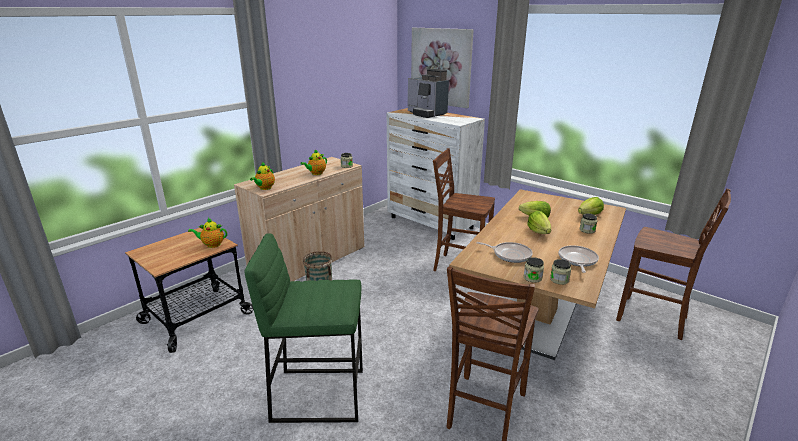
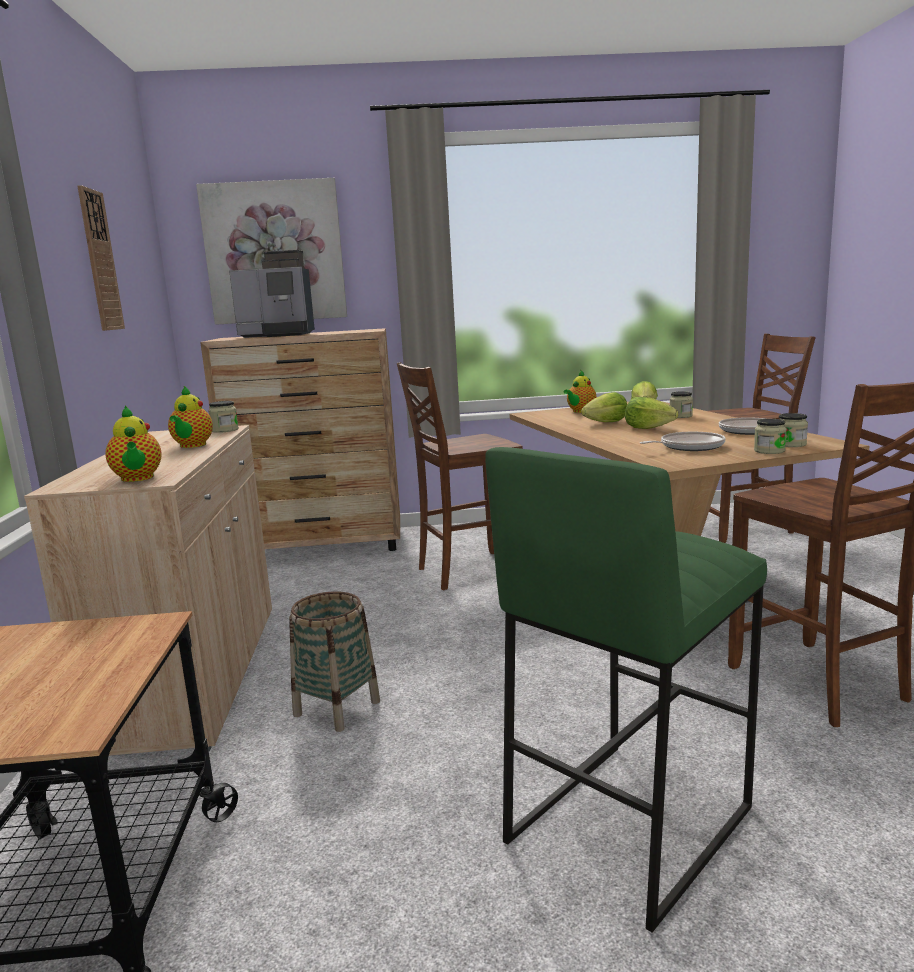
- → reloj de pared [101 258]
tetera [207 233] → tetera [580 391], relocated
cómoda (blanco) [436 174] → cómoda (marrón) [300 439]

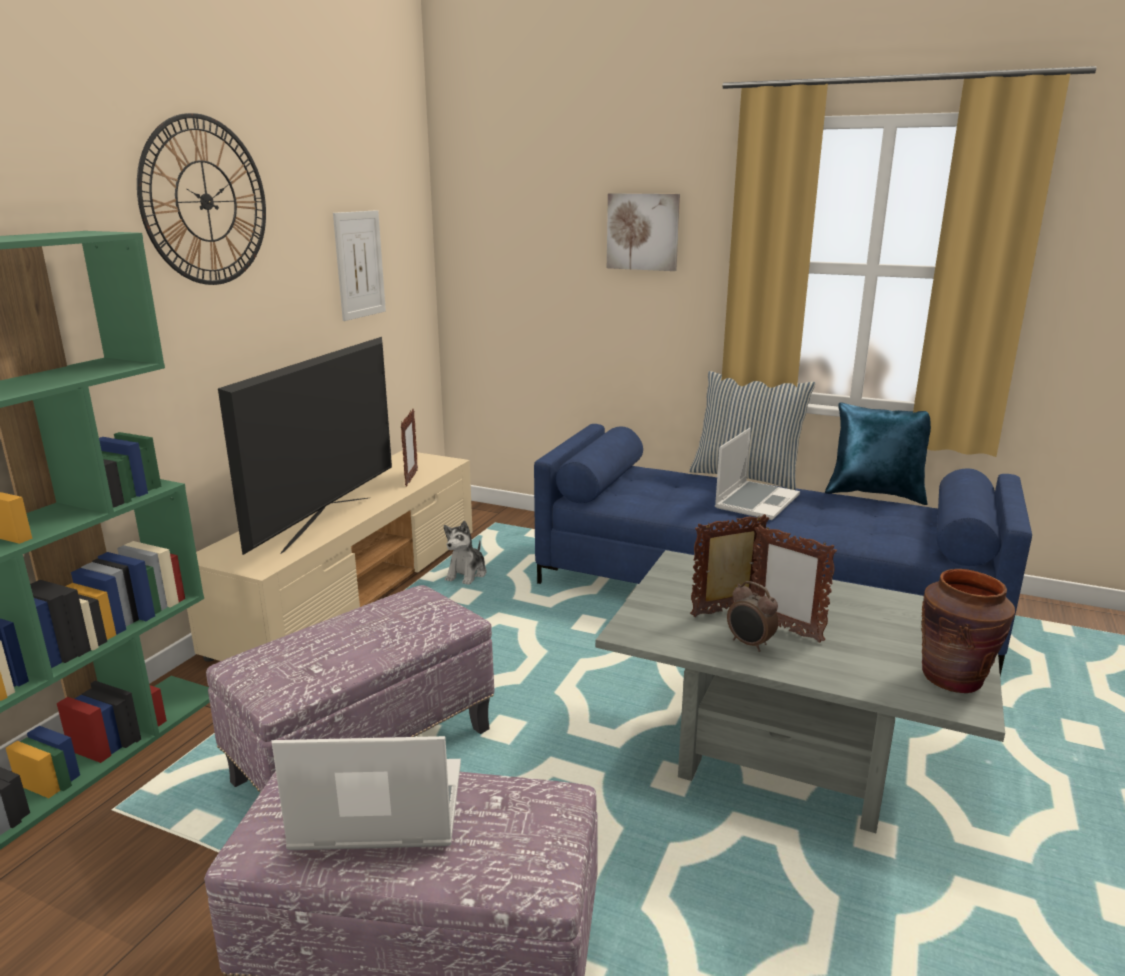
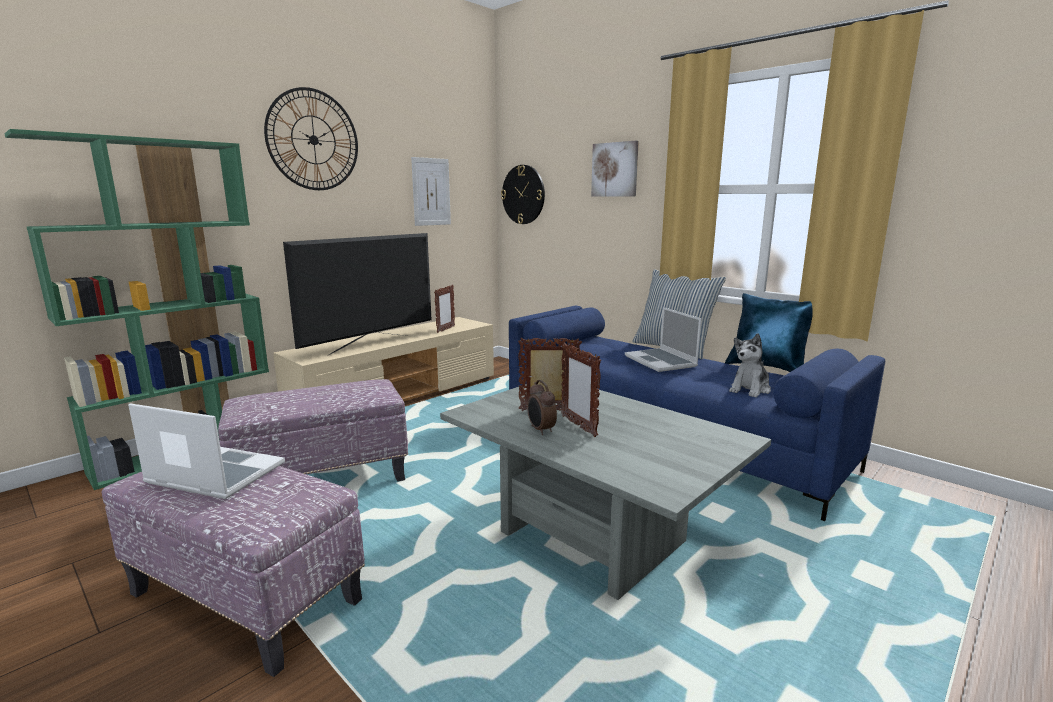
florero (marrón) [968 631] → -
- → reloj de pared [523 194]
peluche [465 553] → peluche [750 365], relocated
portátil [757 474] → portátil [663 339], 105 degrees clockwise

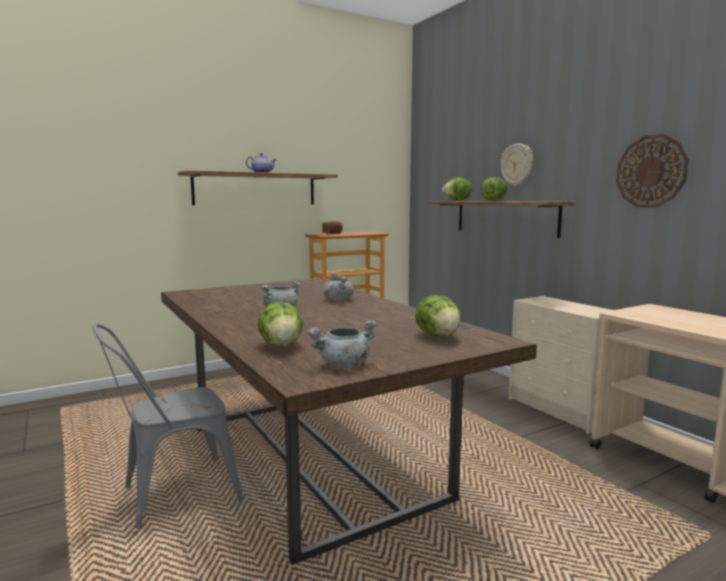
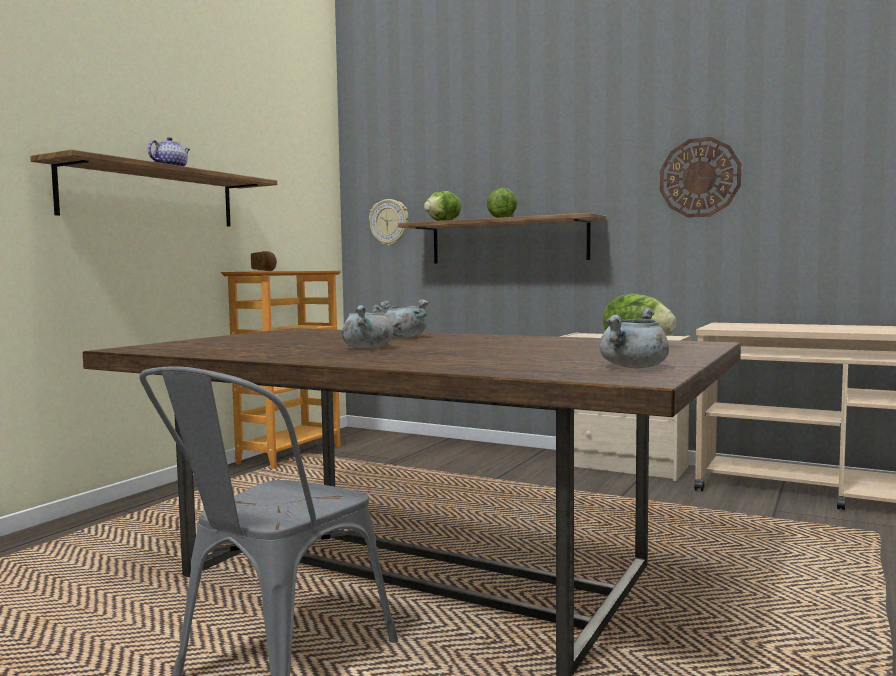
lechuga [280 324] → -
reloj de pared [516 165] → reloj de pared [388 222], relocated

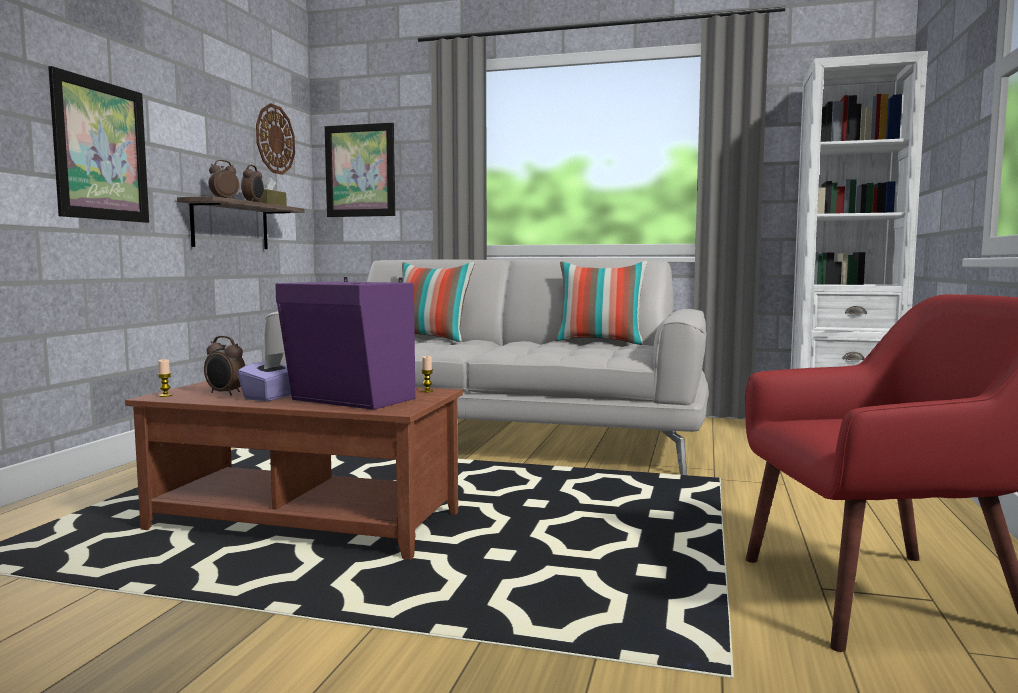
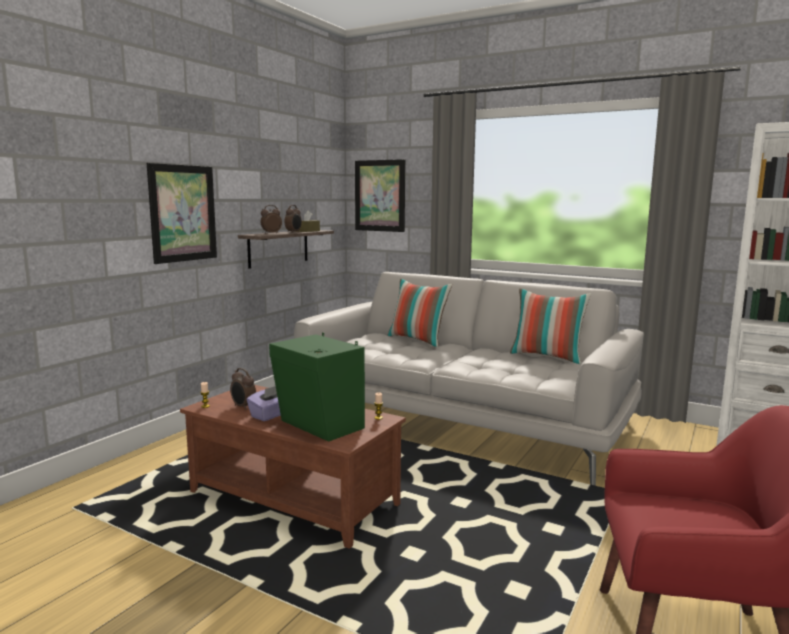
reloj de pared [275 139] → -
altavoz (morado) [345 343] → altavoz (verde) [317 387]

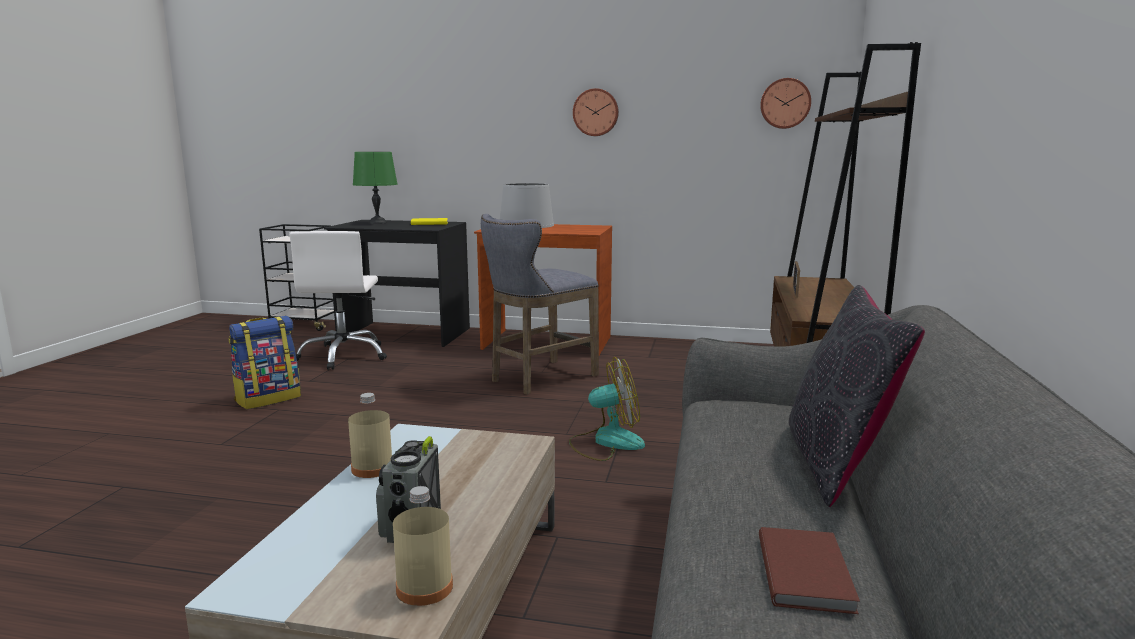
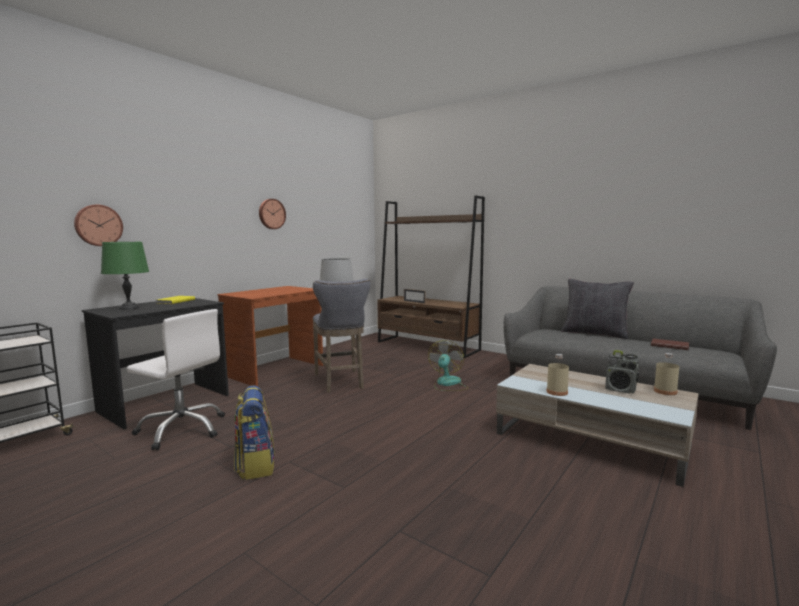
reloj de pared [785 103] → reloj de pared [98 225], relocated

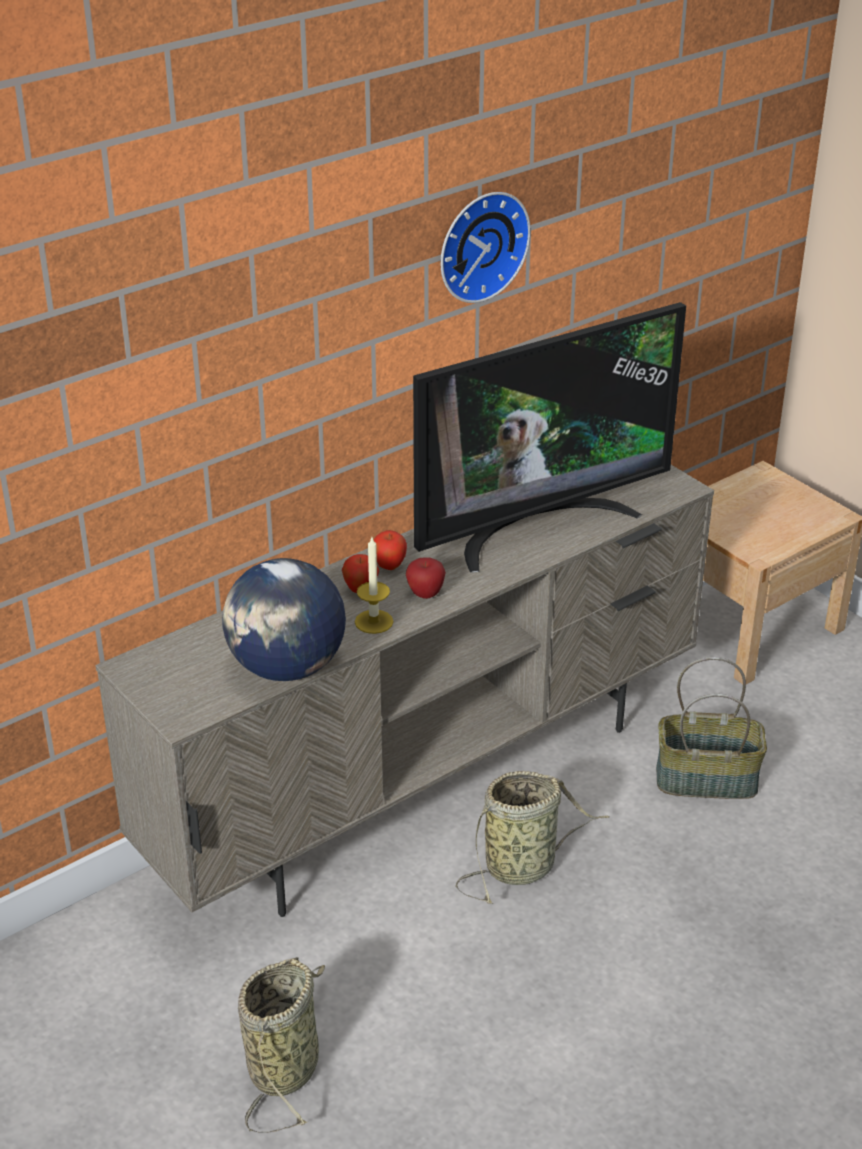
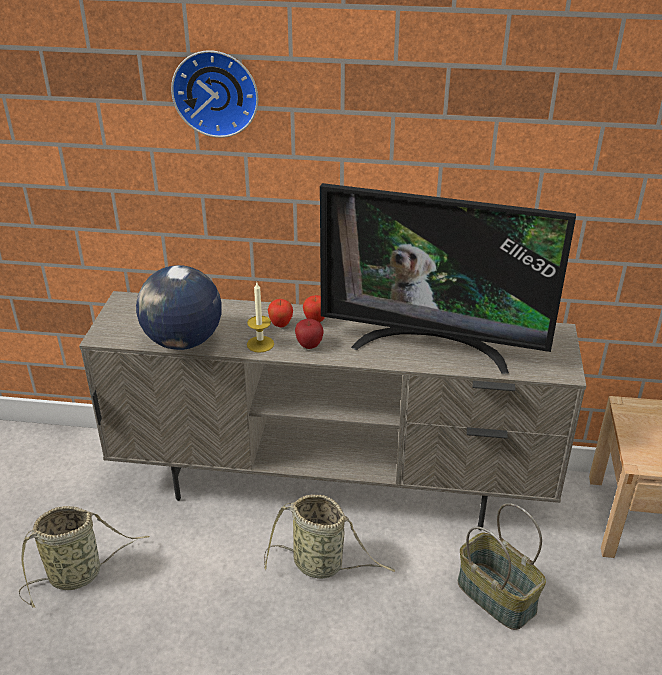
reloj de pared [485 247] → reloj de pared [214 94], relocated

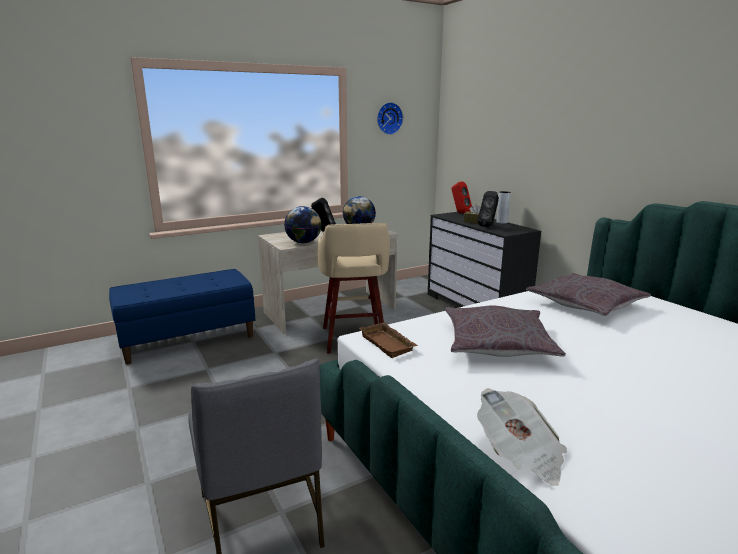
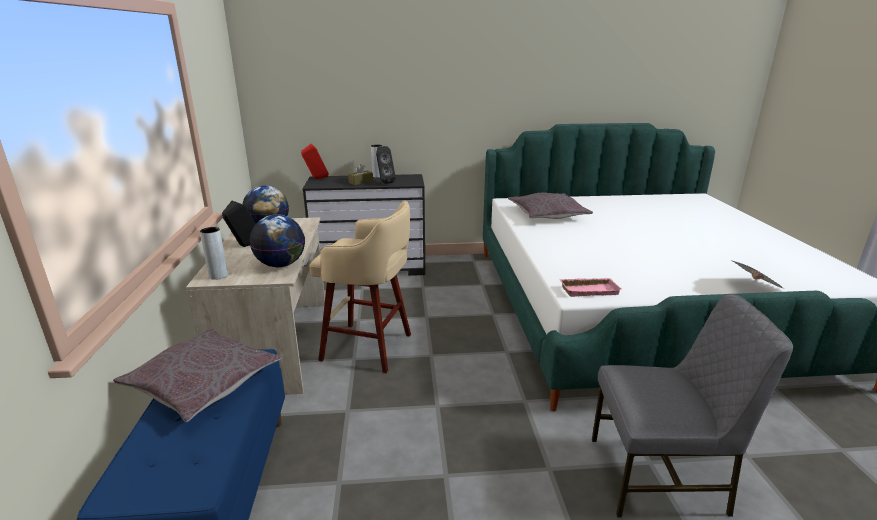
reloj de pared [390 118] → -
- → florero (gris) [214 253]
cojín (gris) [505 331] → cojín (gris) [197 375], relocated
bandeja (marrón) [388 340] → bandeja (rosa) [590 287]

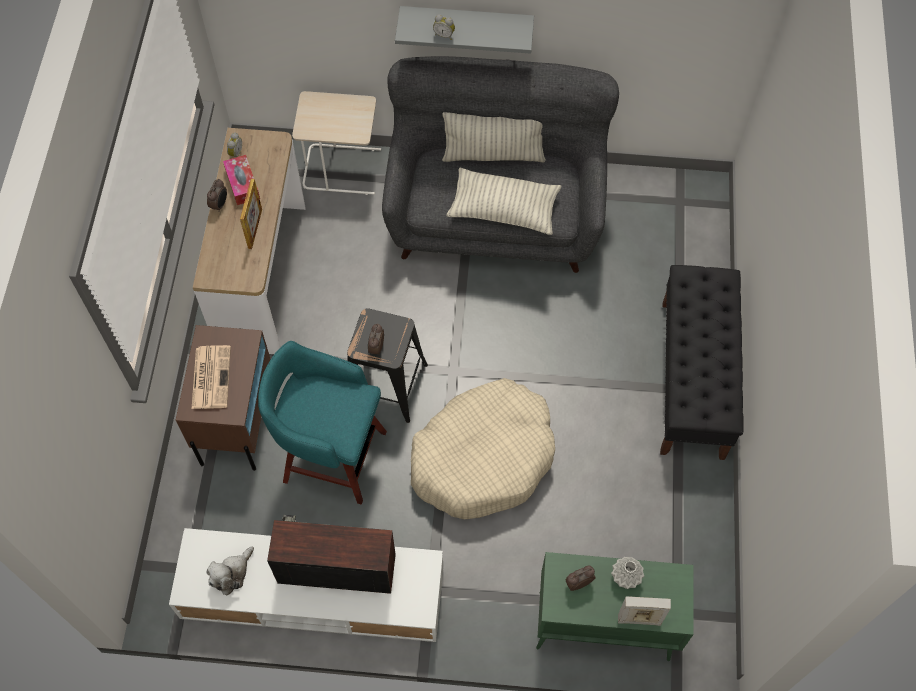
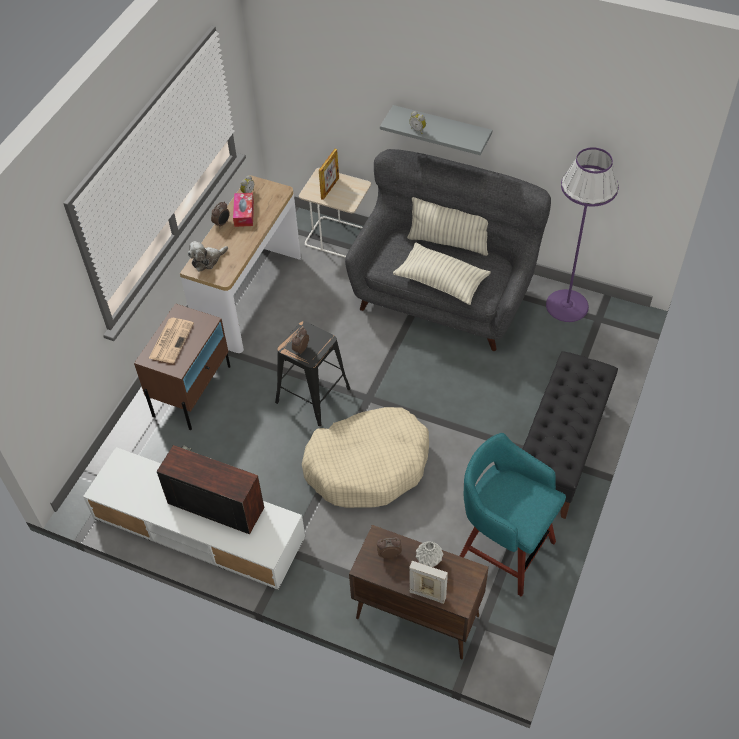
- → lámpara de pie (morado) [582 234]
peluche [230 571] → peluche [208 256], relocated
portarretratos [251 214] → portarretratos [329 174], relocated
taburete (turquesa) [322 422] → taburete (turquesa) [513 515], relocated
armario (verde) [615 606] → armario (marrón) [419 592]

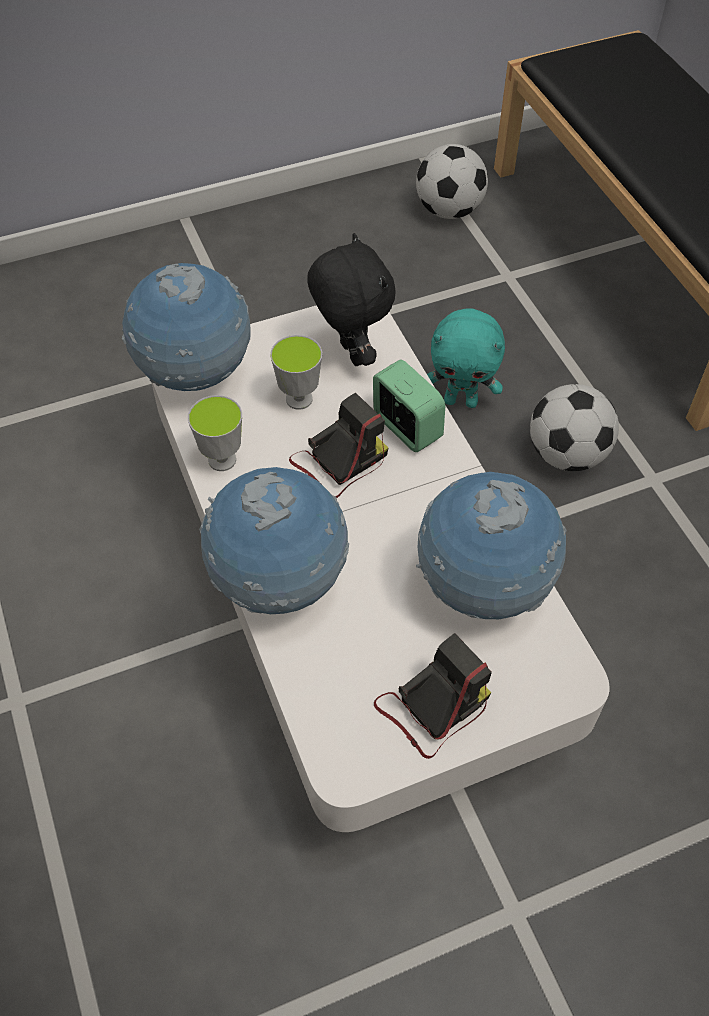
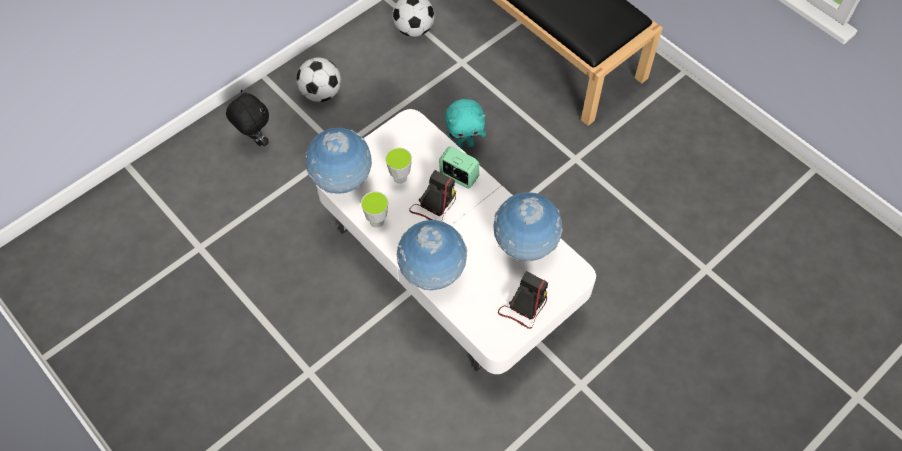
peluche (negro) [351 299] → peluche (negro) [247 118], relocated
balón de fútbol [574 427] → balón de fútbol [319 79], relocated

